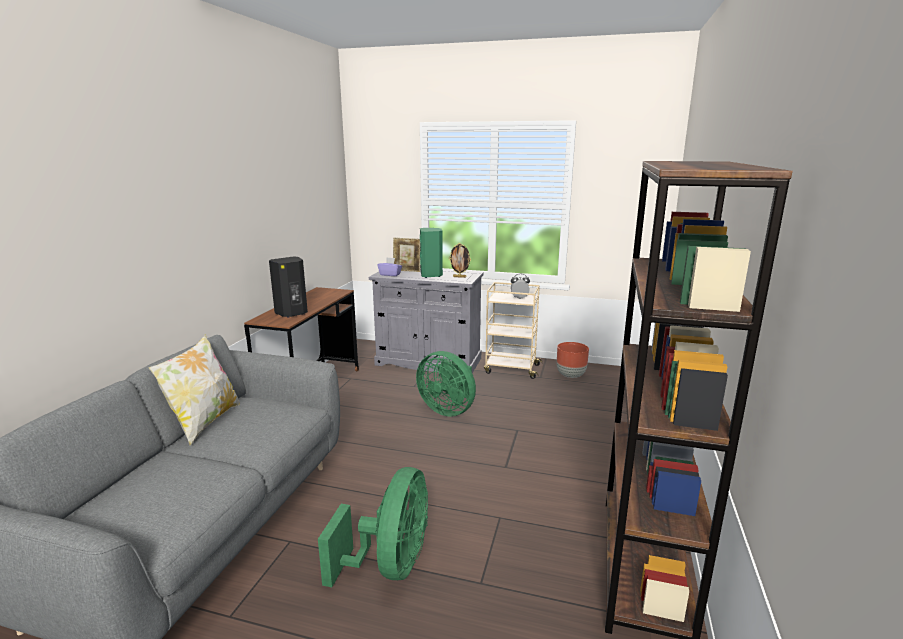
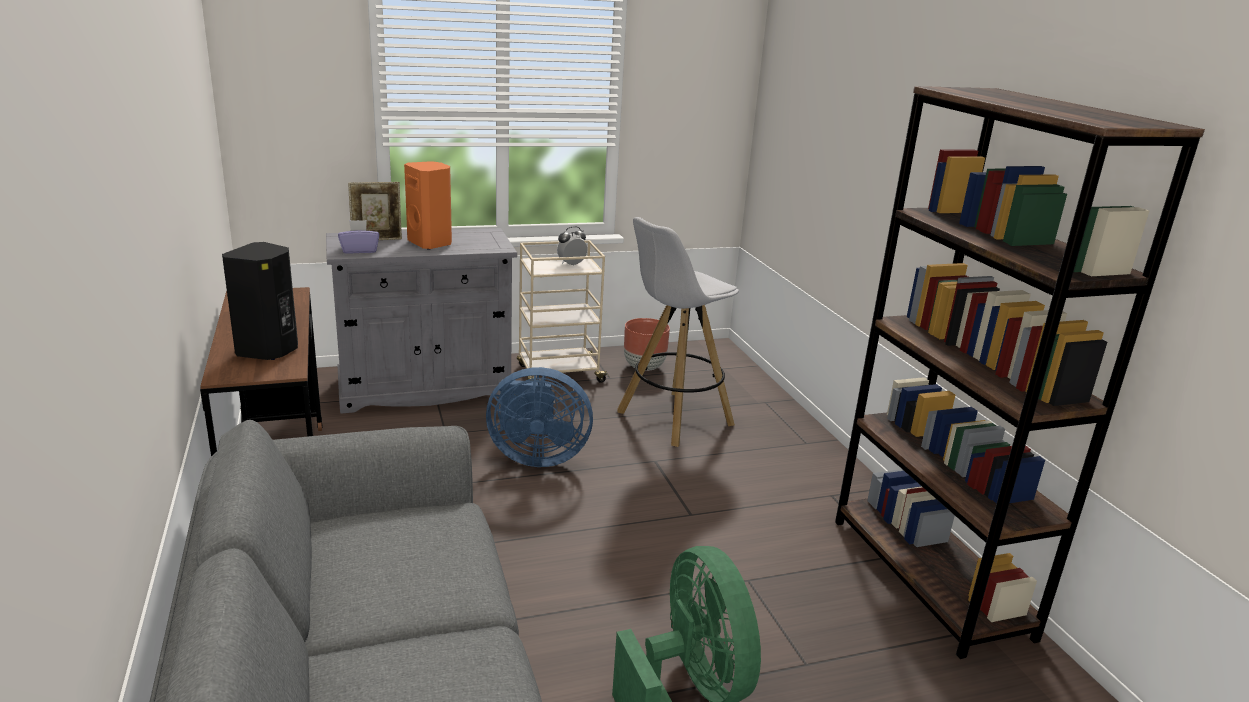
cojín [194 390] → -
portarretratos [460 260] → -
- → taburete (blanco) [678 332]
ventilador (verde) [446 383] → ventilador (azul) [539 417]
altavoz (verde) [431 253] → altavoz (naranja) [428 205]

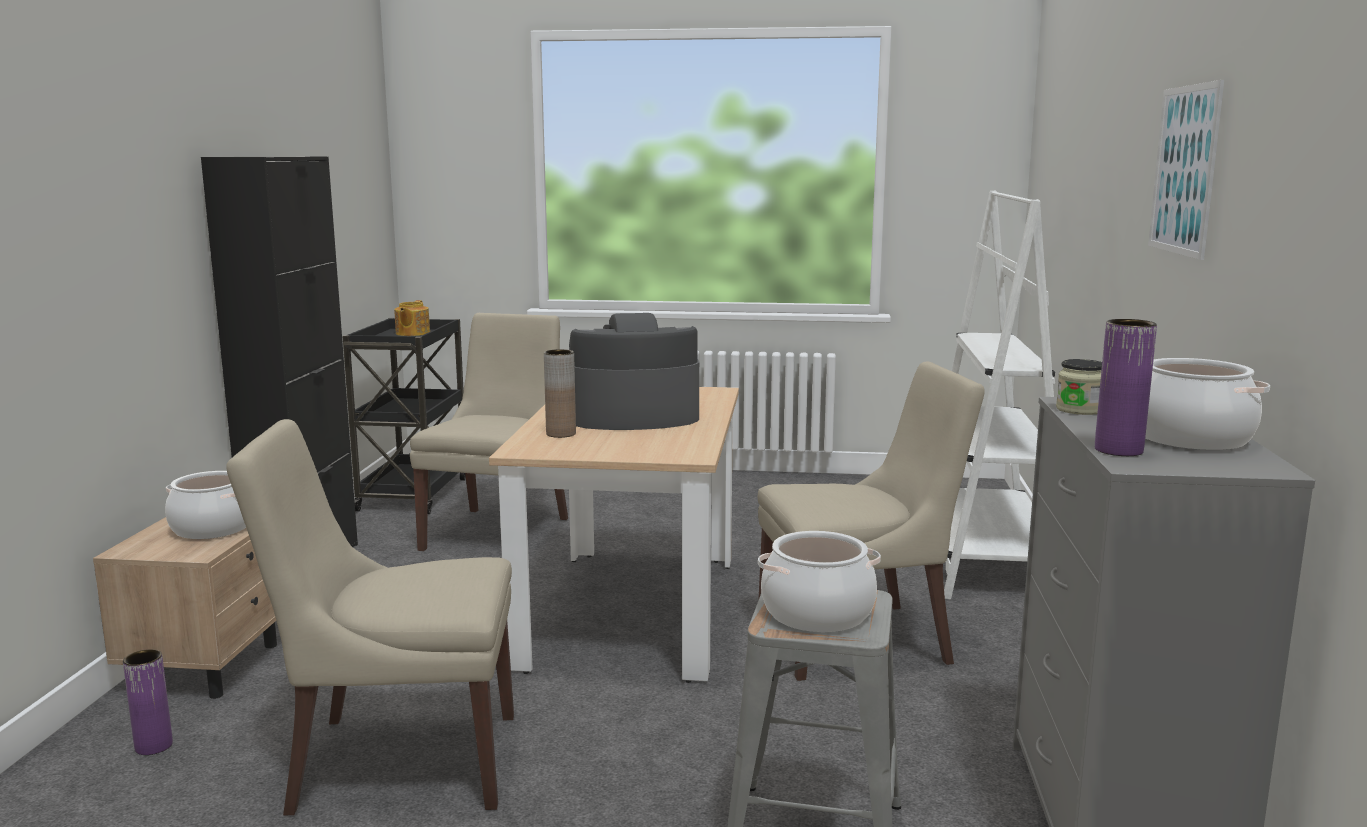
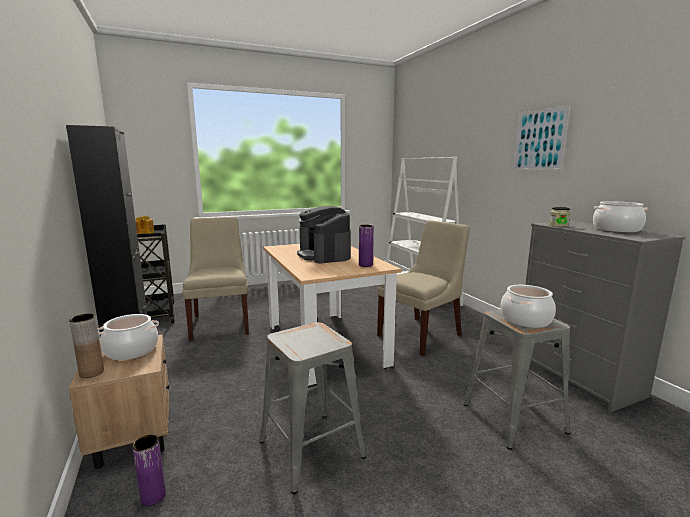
florero (marrón) [560 393] → florero (marrón) [86 346], relocated
florero (morado) [1126 387] → florero (morado) [366 246], relocated
silla (beis) [370 617] → taburete (gris) [313 408]
cafetera [634 371] → cafetera [324 234], 75 degrees counterclockwise

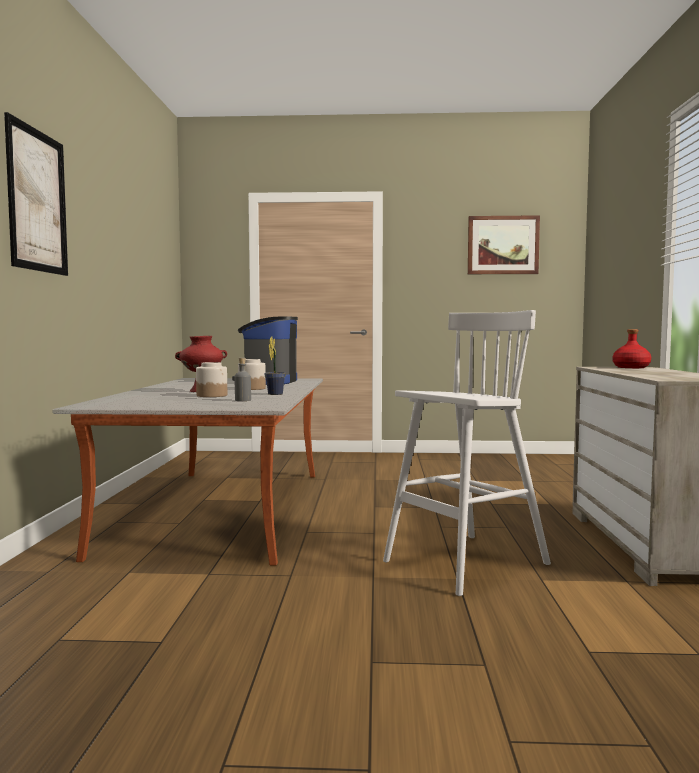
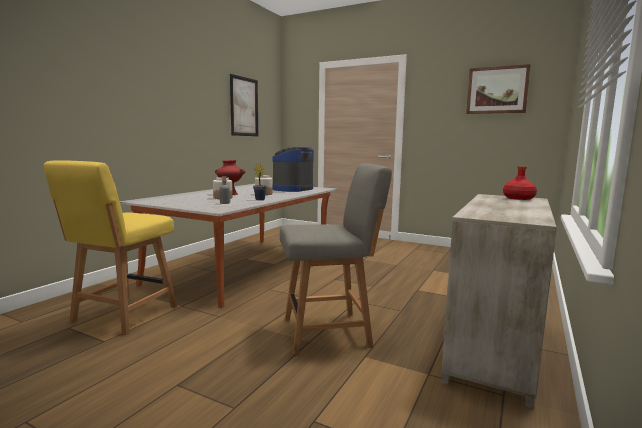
- → silla (amarillo) [110 247]
cuadro [36 194] → cuadro [244 105], relocated
taburete (blanco) [467 453] → silla (gris) [336 259]

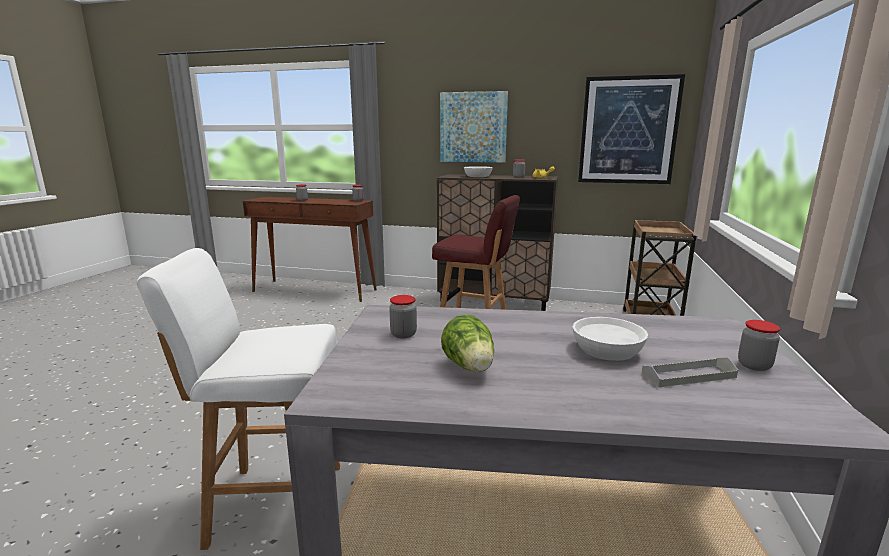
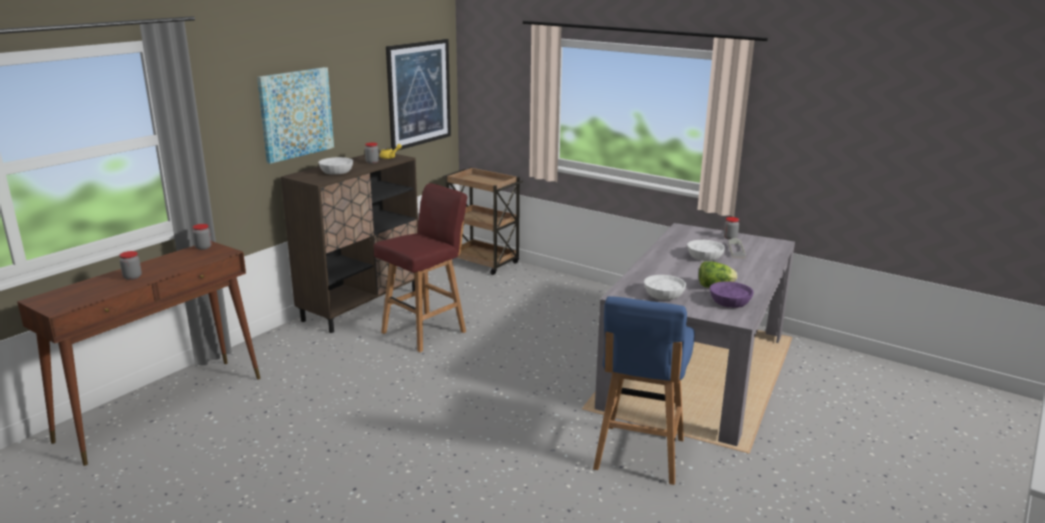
- → cuenco (morado) [731 294]
tarro [403 317] → cuenco (blanco) [665 287]
taburete (blanco) [238 399] → taburete (azul) [644 390]

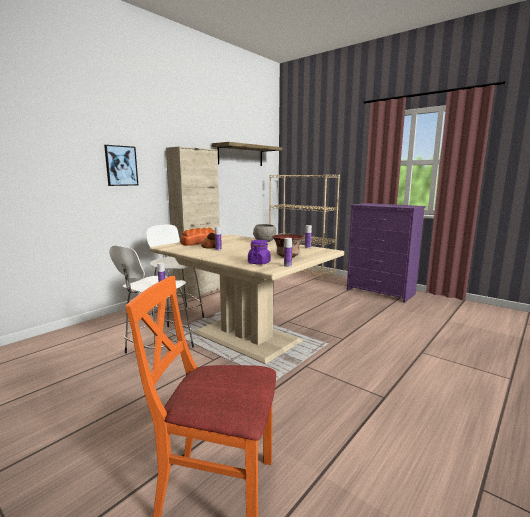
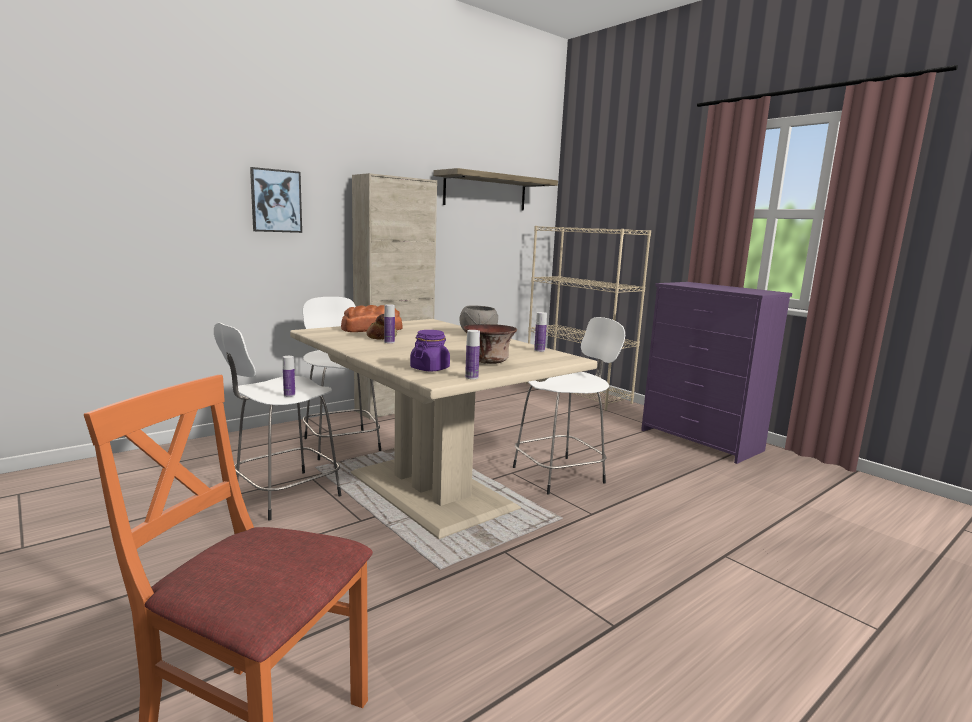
- → taburete (blanco) [569 406]

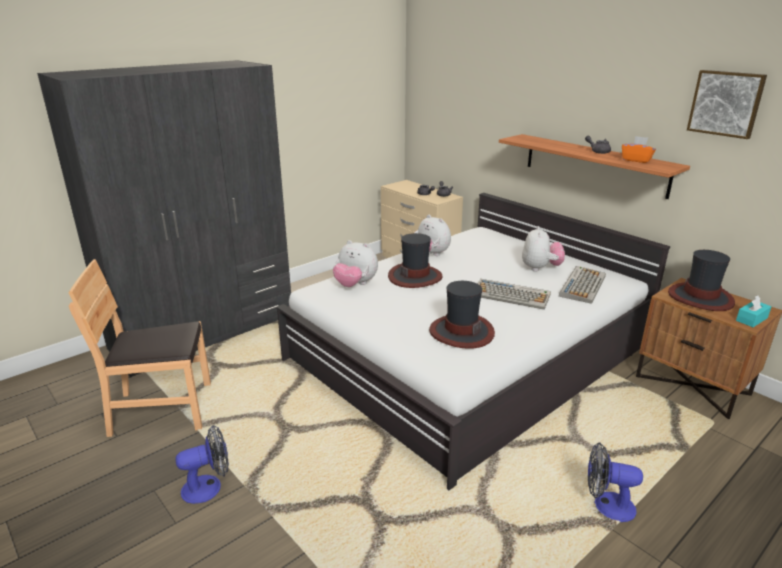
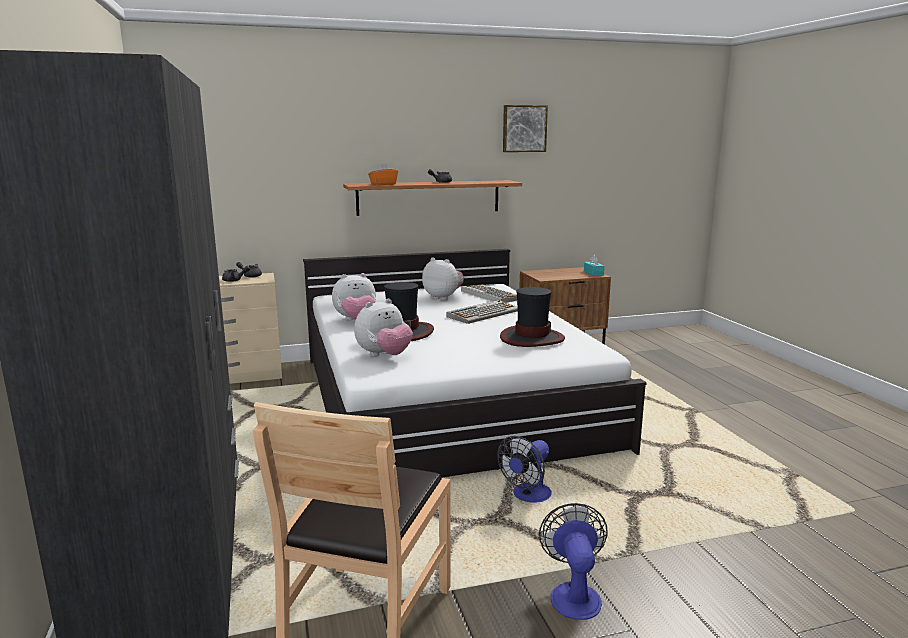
sombrero [701 280] → -
ventilador [615 482] → ventilador [525 469], relocated
caja de pañuelos (naranja) [639 149] → caja de pañuelos (naranja) [383 174], relocated

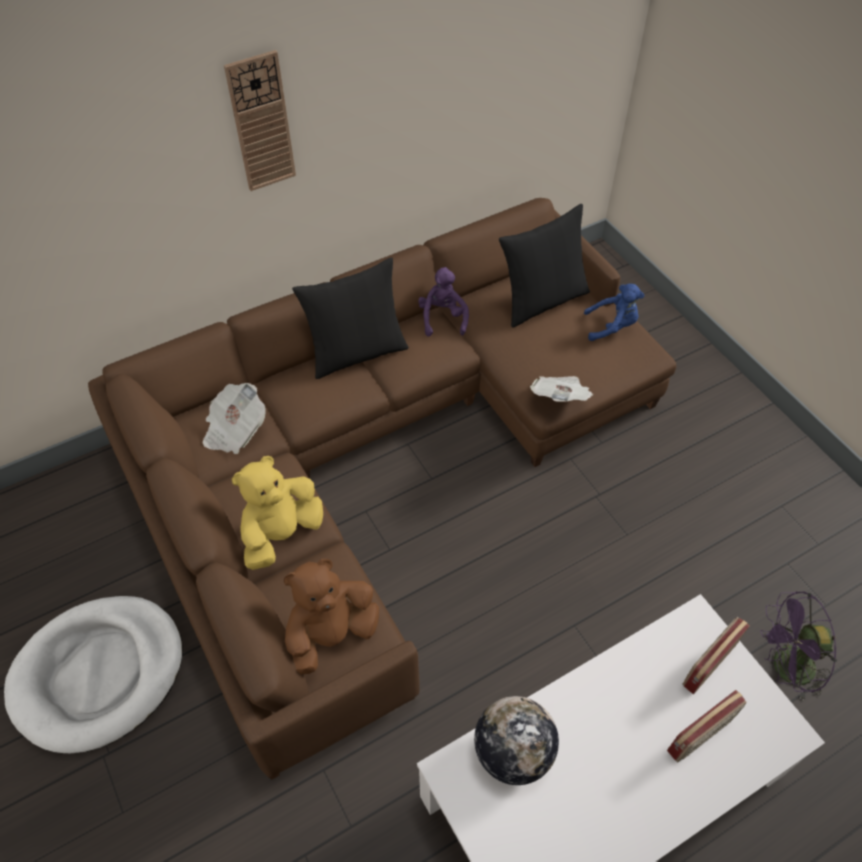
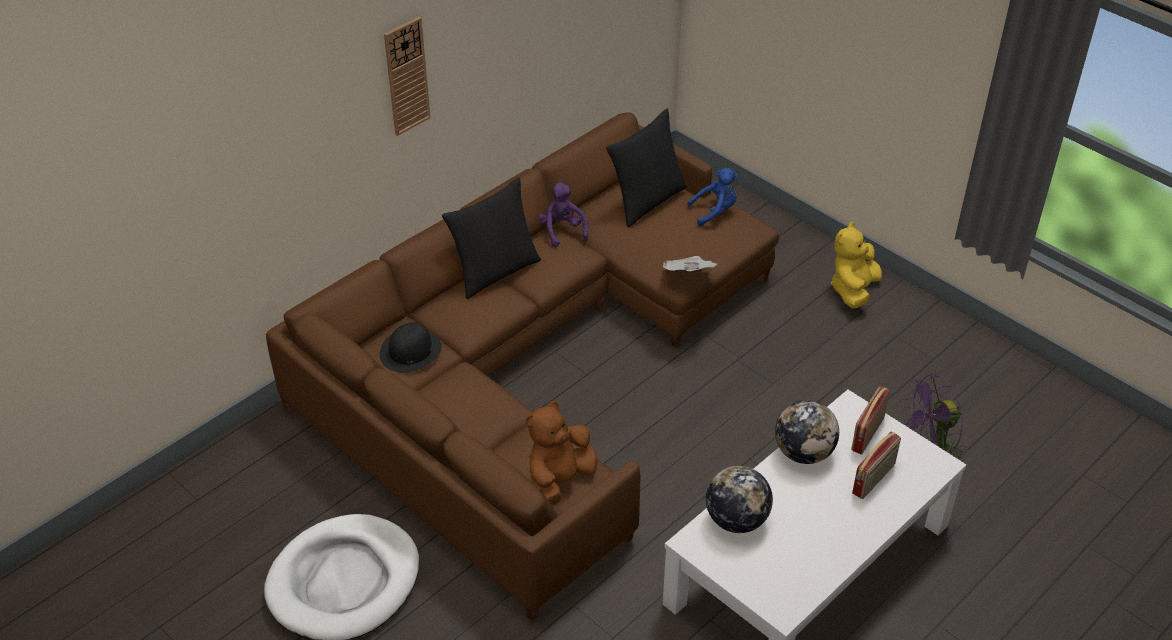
- → globo terráqueo [807 432]
peluche (amarillo) [277 513] → peluche (amarillo) [856 265], relocated
periódico [234 418] → sombrero (negro) [411 347]

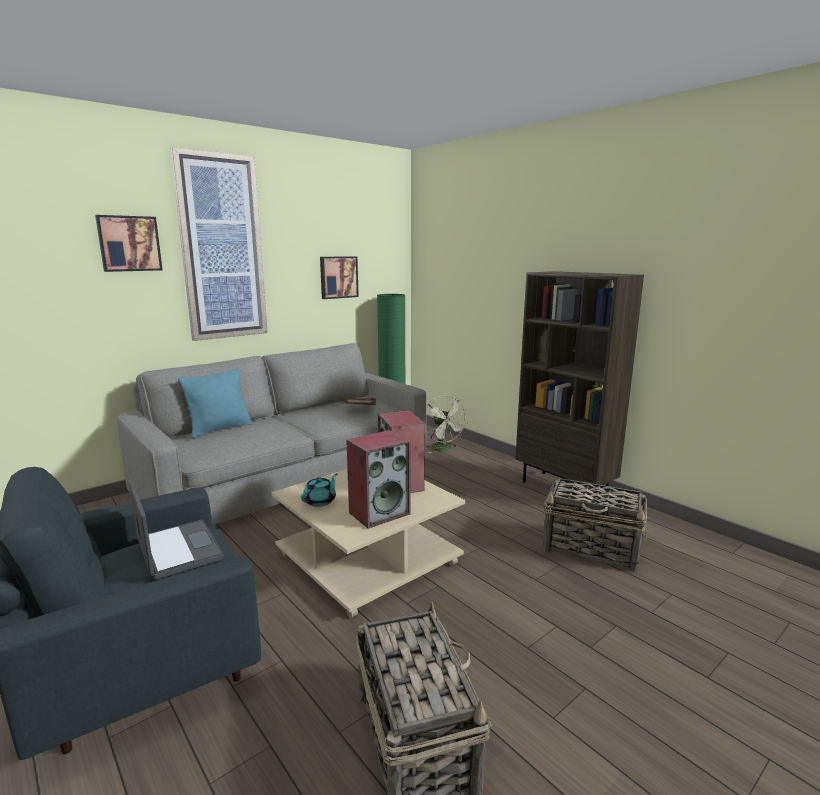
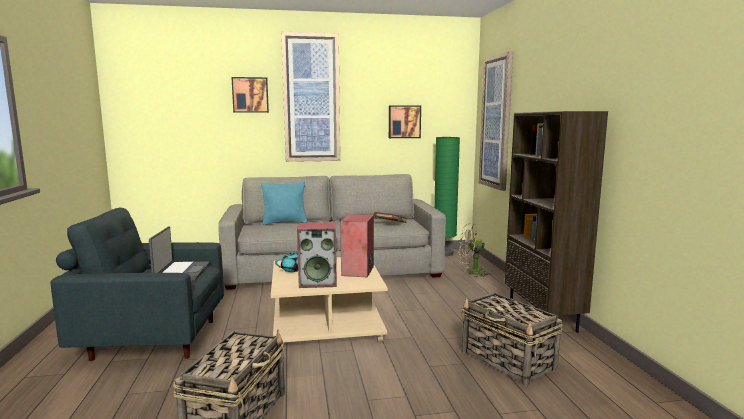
- → cuadro [496 121]
ventilador (beis) [447 424] → ventilador (beis) [474 250], 90 degrees clockwise

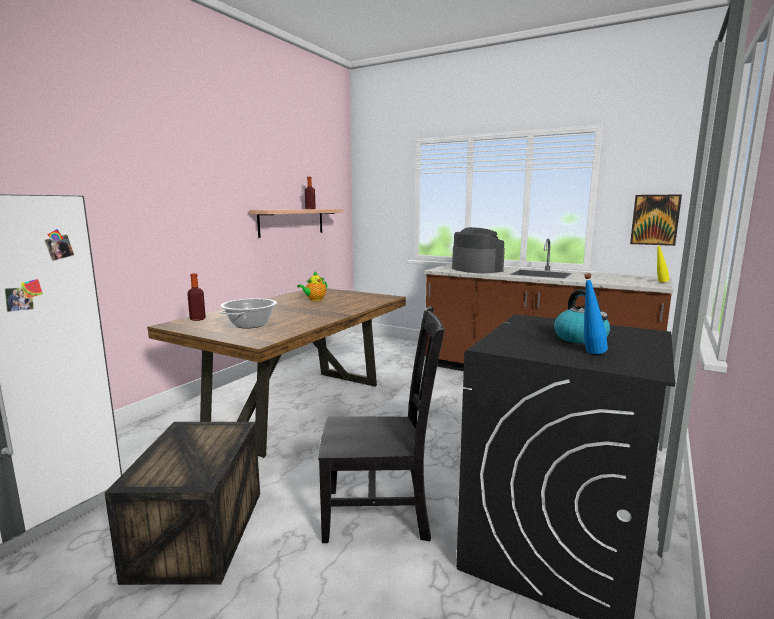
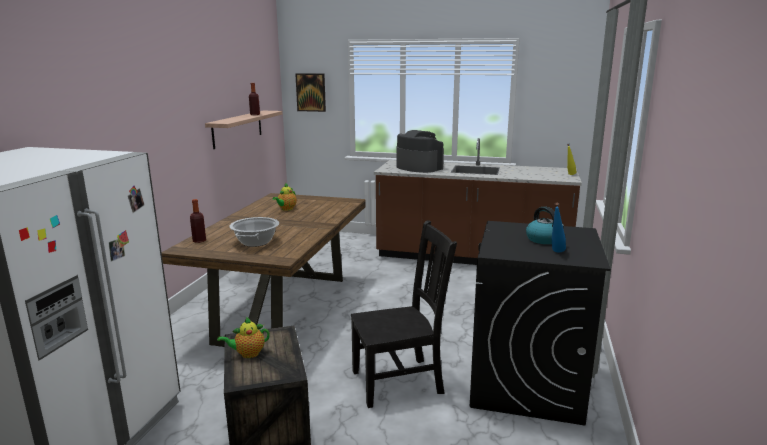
- → tetera [243 337]
cuadro [656 220] → cuadro [310 92], relocated

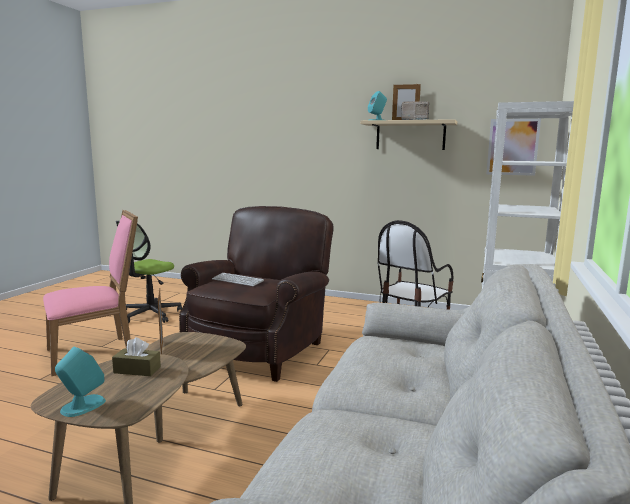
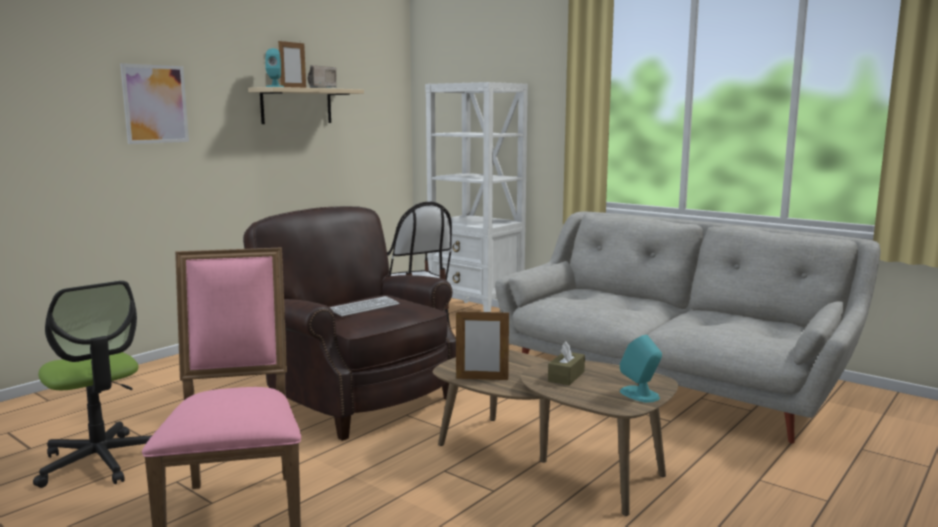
cuadro [513 147] → cuadro [154 103], relocated

